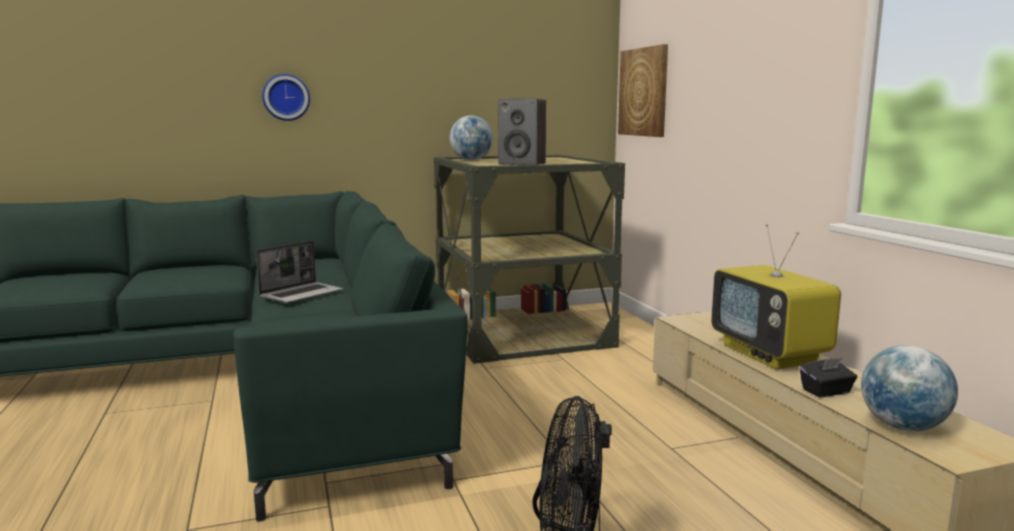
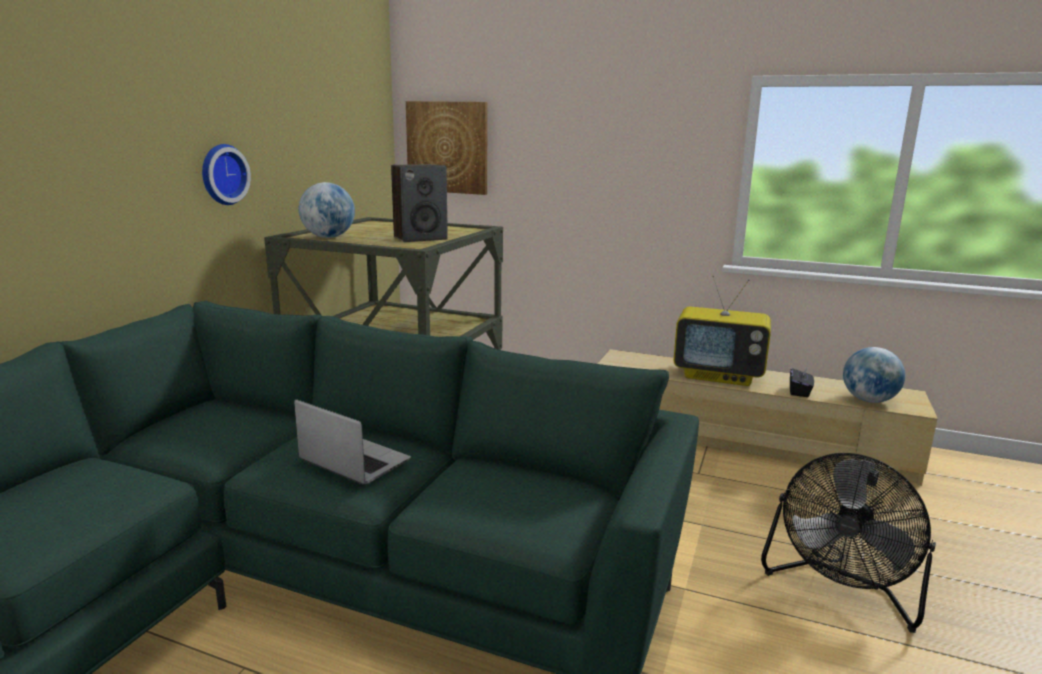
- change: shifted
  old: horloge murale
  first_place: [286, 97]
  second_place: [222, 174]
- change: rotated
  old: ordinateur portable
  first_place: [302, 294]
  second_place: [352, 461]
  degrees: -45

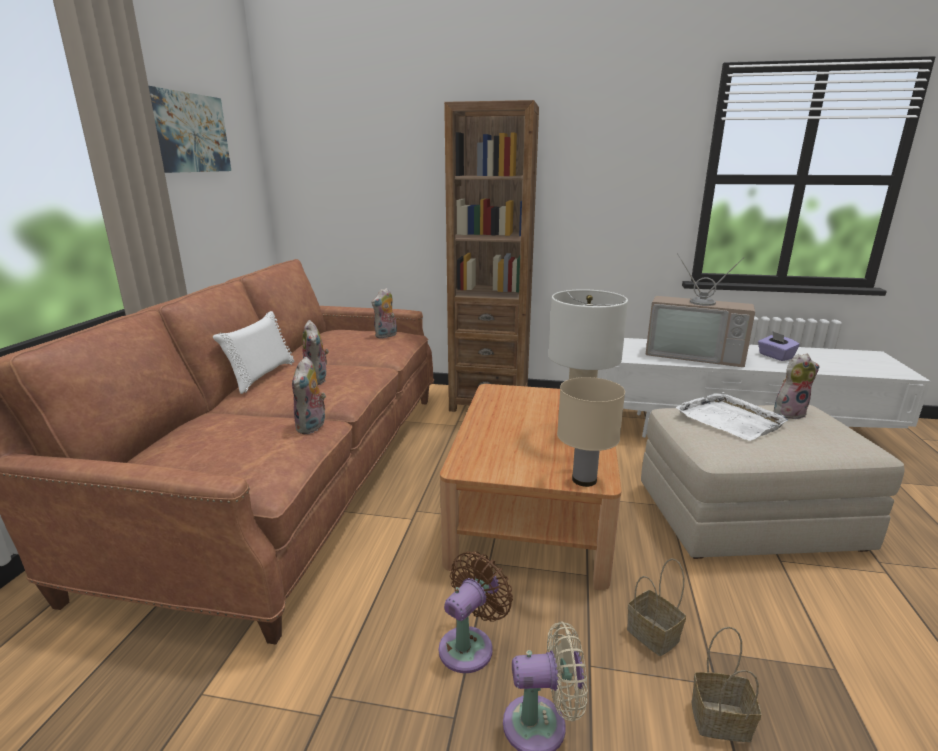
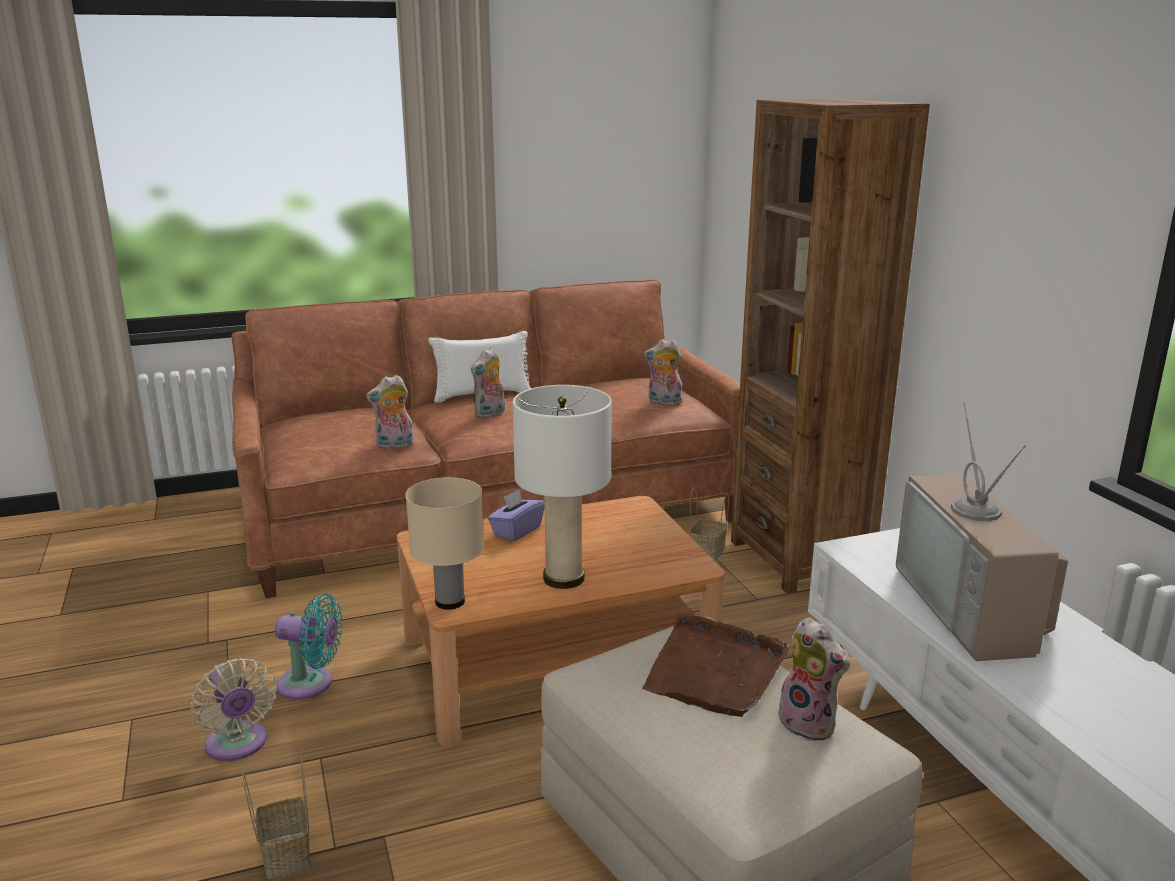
- change: gone
  old: tableau
  first_place: [188, 133]
- change: shifted
  old: panier
  first_place: [650, 634]
  second_place: [707, 551]
- change: shifted
  old: boîte à mouchoirs (violet)
  first_place: [775, 356]
  second_place: [516, 531]
- change: repainted
  old: ventilateur (marron)
  new: ventilateur (turquoise)
  first_place: [470, 645]
  second_place: [311, 684]
- change: repainted
  old: plateau (blanc)
  new: plateau (marron)
  first_place: [730, 419]
  second_place: [715, 671]

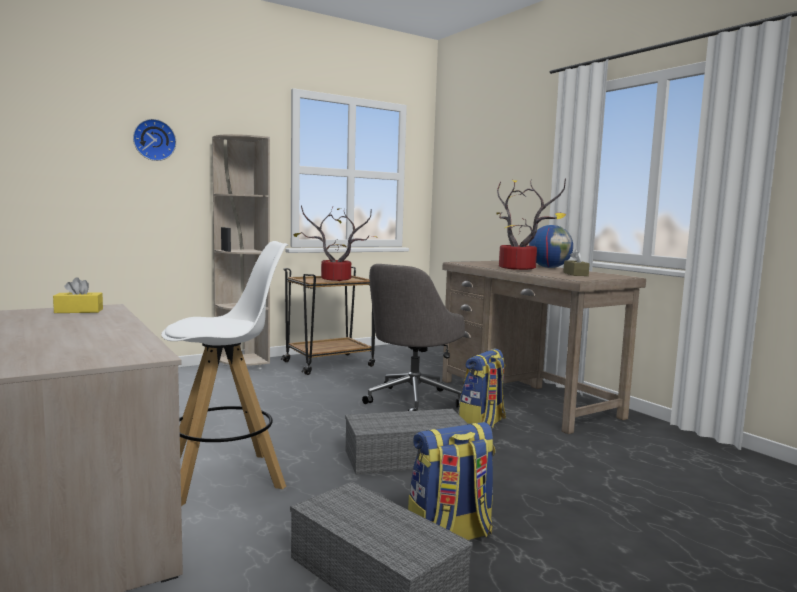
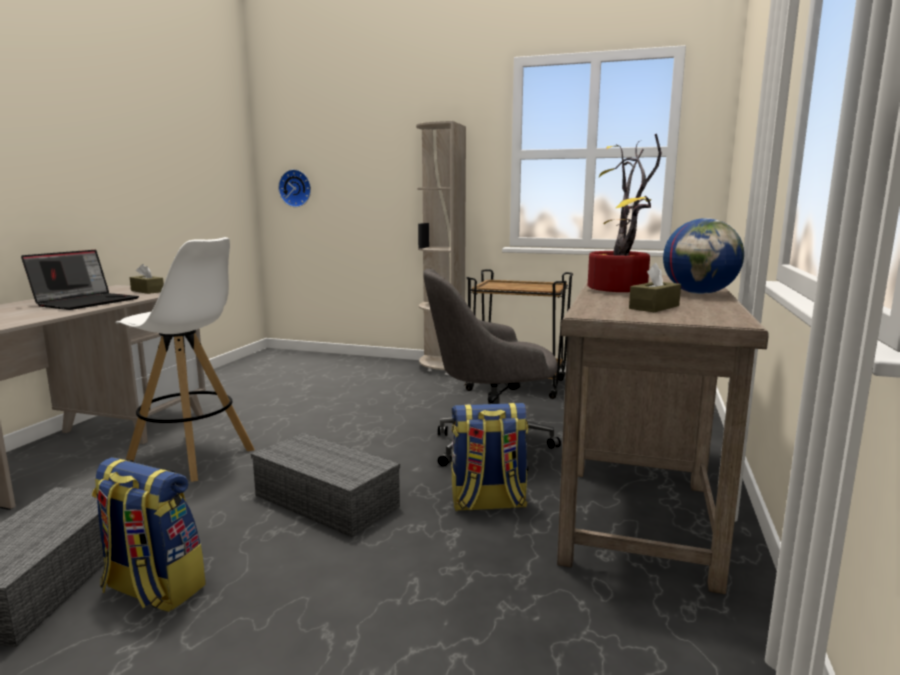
- change: gone
  old: plante en pot
  first_place: [333, 280]
- change: new
  new: ordinateur portable
  second_place: [86, 302]
- change: shifted
  old: horloge murale
  first_place: [154, 140]
  second_place: [296, 188]
- change: repainted
  old: boîte à mouchoirs (jaune)
  new: boîte à mouchoirs (marron)
  first_place: [79, 311]
  second_place: [147, 291]

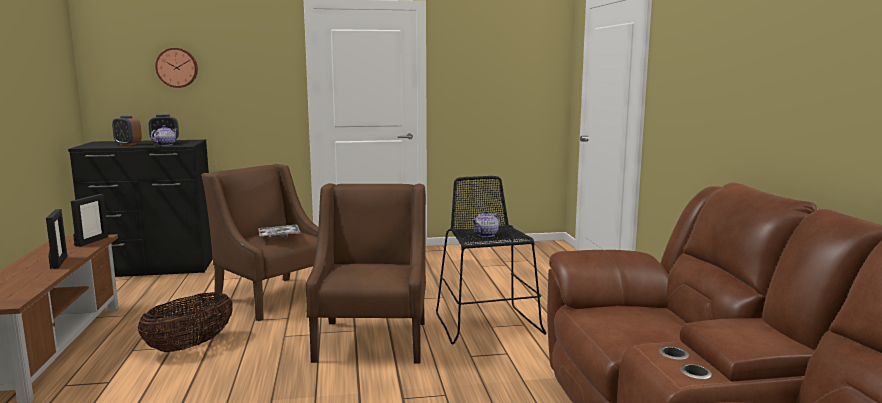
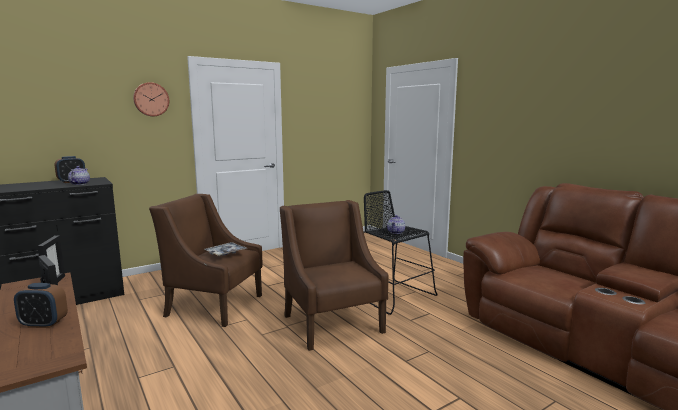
- change: gone
  old: panier
  first_place: [190, 346]
- change: shifted
  old: réveil
  first_place: [128, 144]
  second_place: [43, 324]
- change: shifted
  old: horloge murale
  first_place: [177, 67]
  second_place: [151, 99]

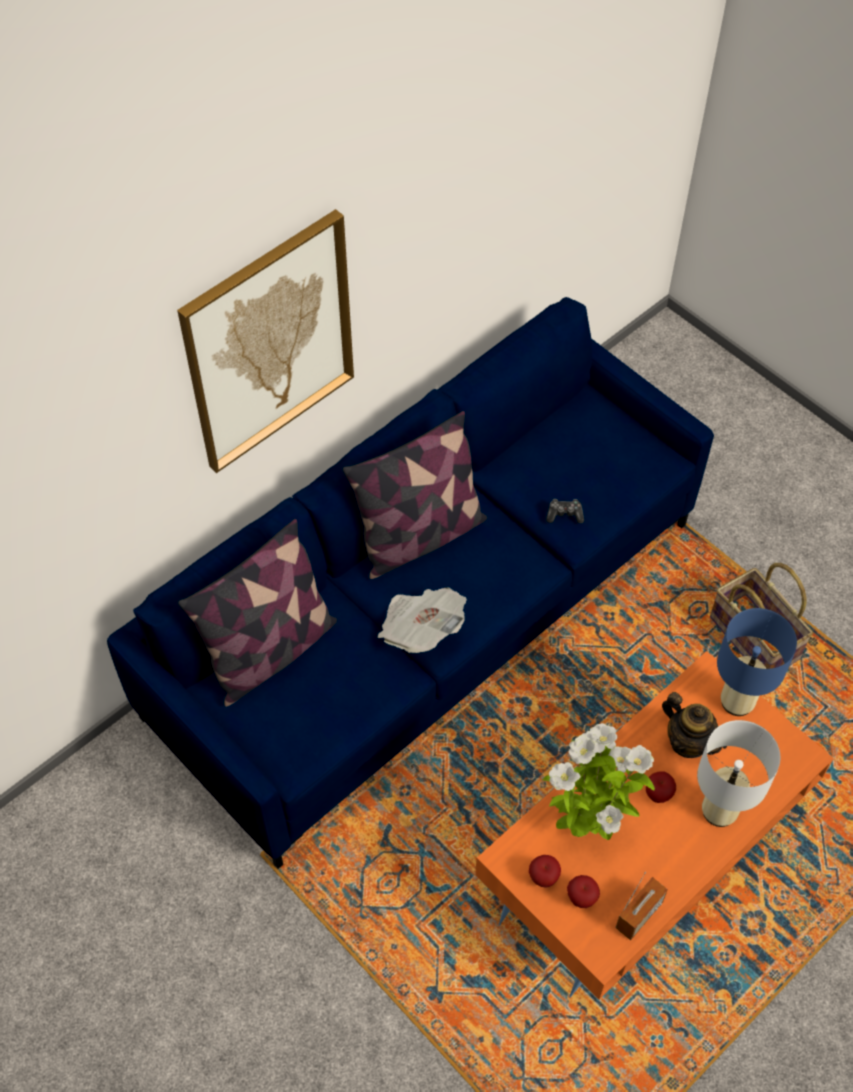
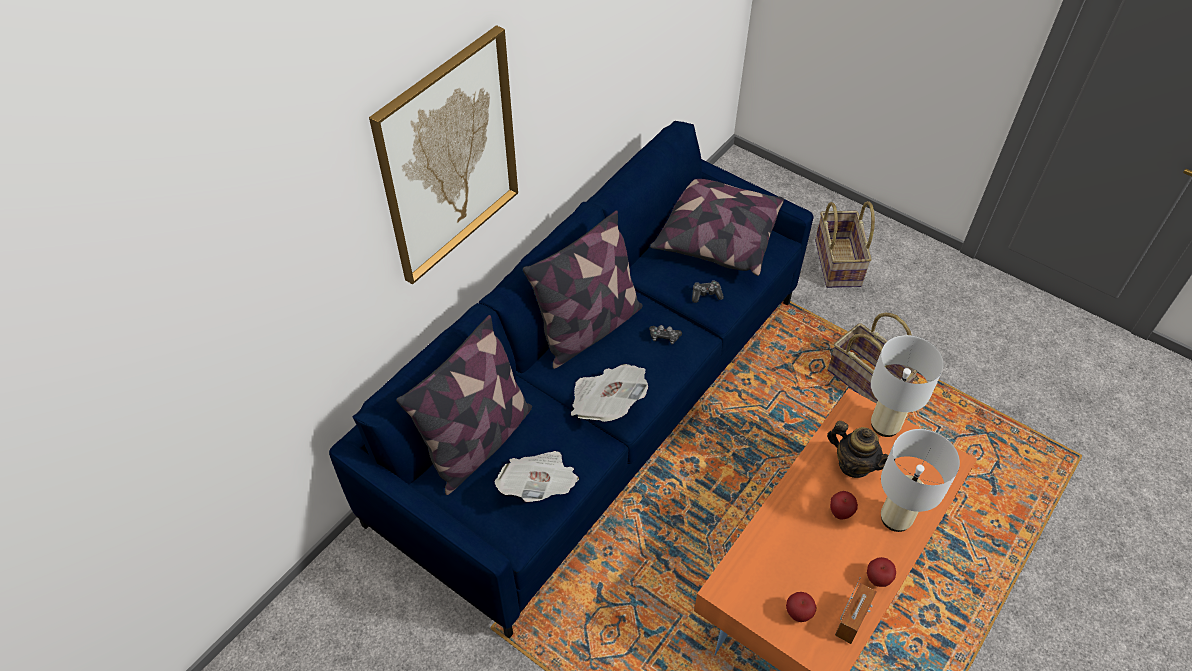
- change: gone
  old: plante en pot
  first_place: [587, 827]
- change: new
  new: journal
  second_place: [539, 486]
- change: new
  new: manette
  second_place: [664, 337]
- change: new
  new: coussin
  second_place: [716, 238]
- change: new
  new: panier
  second_place: [839, 263]
- change: shifted
  old: pomme
  first_place: [543, 878]
  second_place: [877, 579]
- change: repainted
  old: lampe de table (bleu)
  new: lampe de table (blanc)
  first_place: [736, 701]
  second_place: [884, 424]

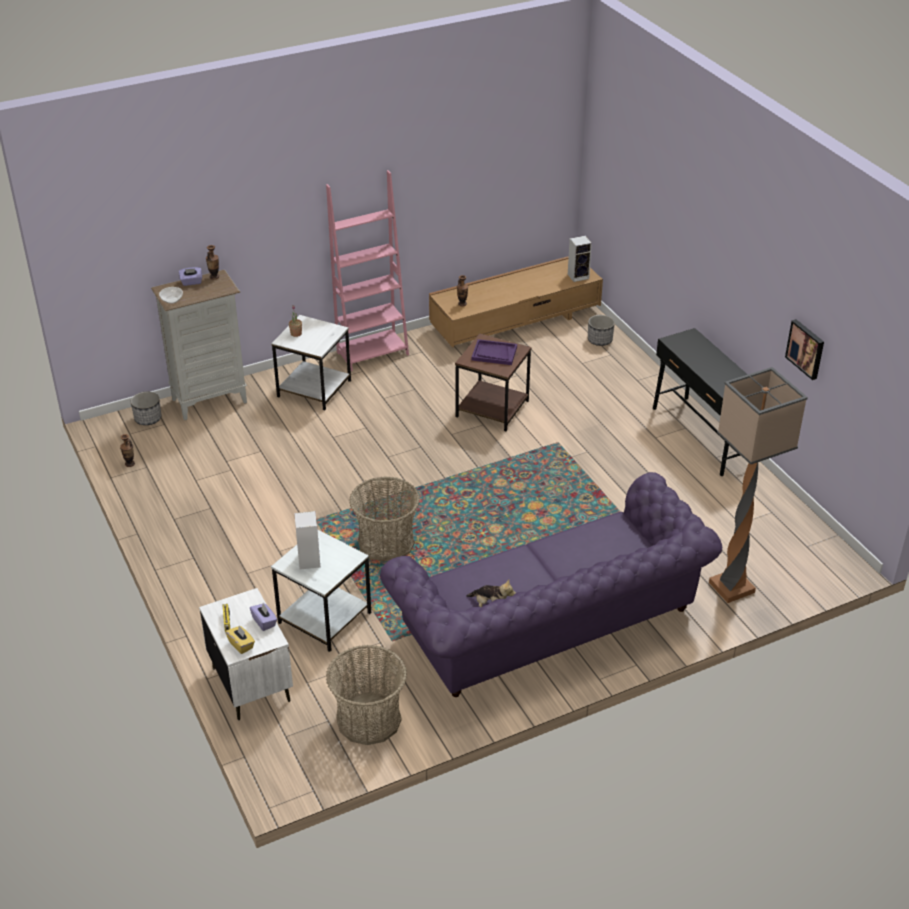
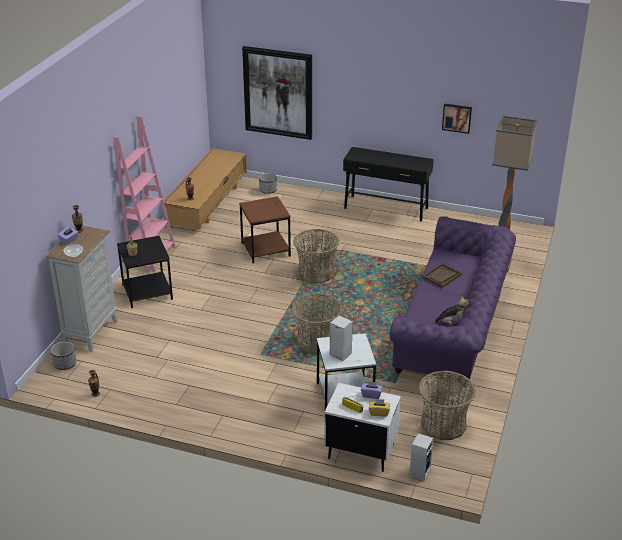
- change: gone
  old: plateau (violet)
  first_place: [494, 353]
- change: new
  new: tableau
  second_place: [278, 92]
- change: new
  new: panier
  second_place: [316, 273]
- change: new
  new: plateau (marron)
  second_place: [442, 276]
- change: shifted
  old: enceinte
  first_place: [578, 276]
  second_place: [419, 471]
- change: repainted
  old: table d'appoint (blanc)
  new: table d'appoint (noir)
  first_place: [314, 389]
  second_place: [148, 292]

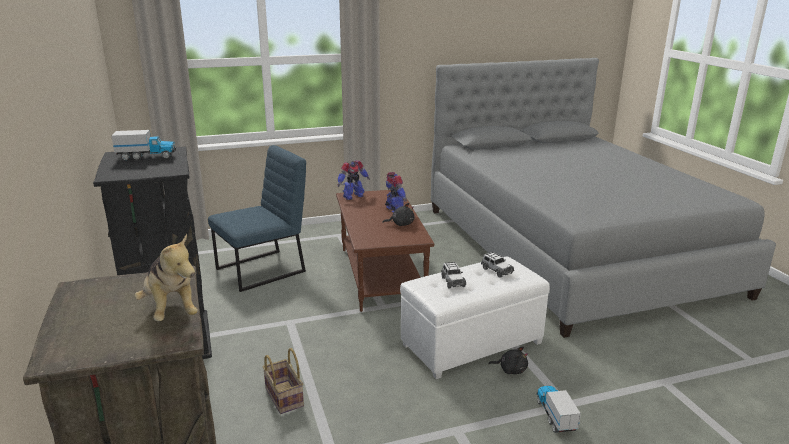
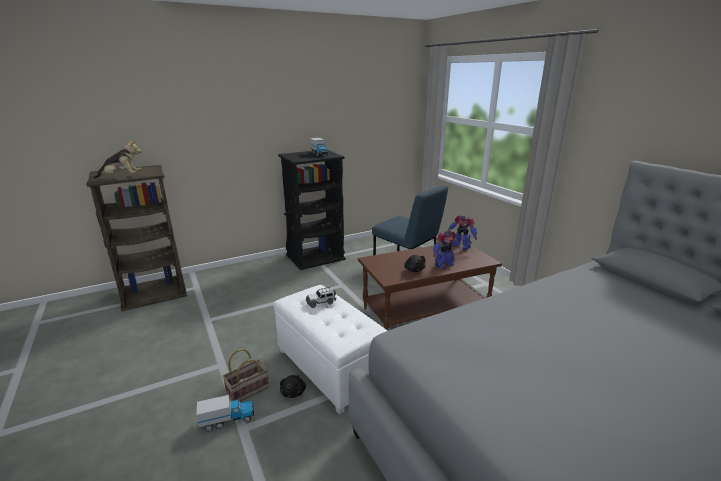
- change: gone
  old: petite voiture
  first_place: [496, 270]
- change: shifted
  old: panier
  first_place: [282, 397]
  second_place: [248, 389]
- change: rotated
  old: peluche
  first_place: [170, 310]
  second_place: [121, 177]
  degrees: -150

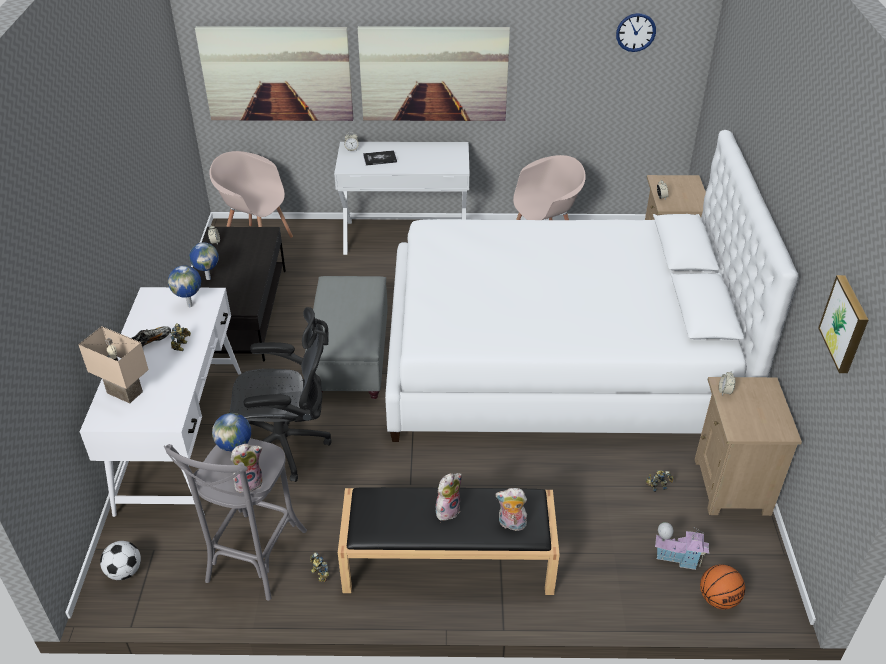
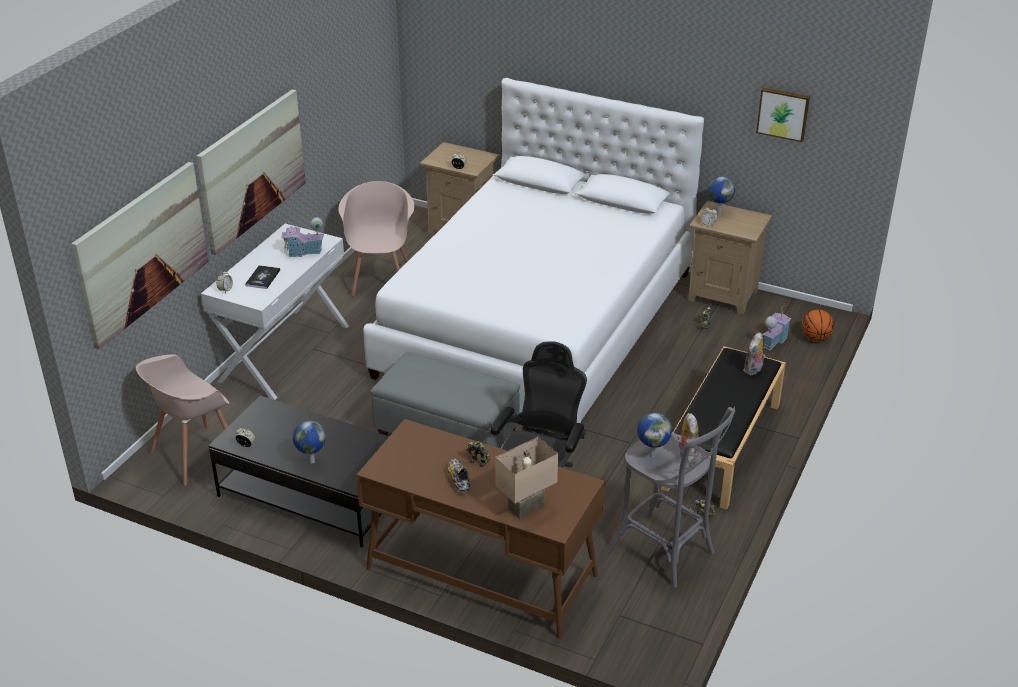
- change: gone
  old: ballon de foot
  first_place: [125, 571]
- change: gone
  old: peluche
  first_place: [447, 509]
- change: gone
  old: horloge murale
  first_place: [635, 32]
- change: new
  new: maison miniature
  second_place: [304, 252]
- change: shifted
  old: globe
  first_place: [190, 305]
  second_place: [718, 212]
- change: repainted
  old: bureau (blanc)
  new: bureau (marron)
  first_place: [182, 438]
  second_place: [481, 571]

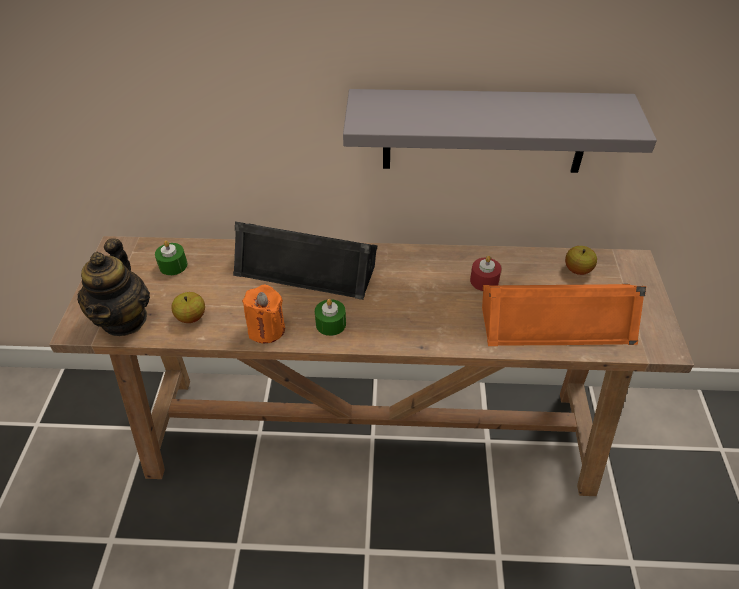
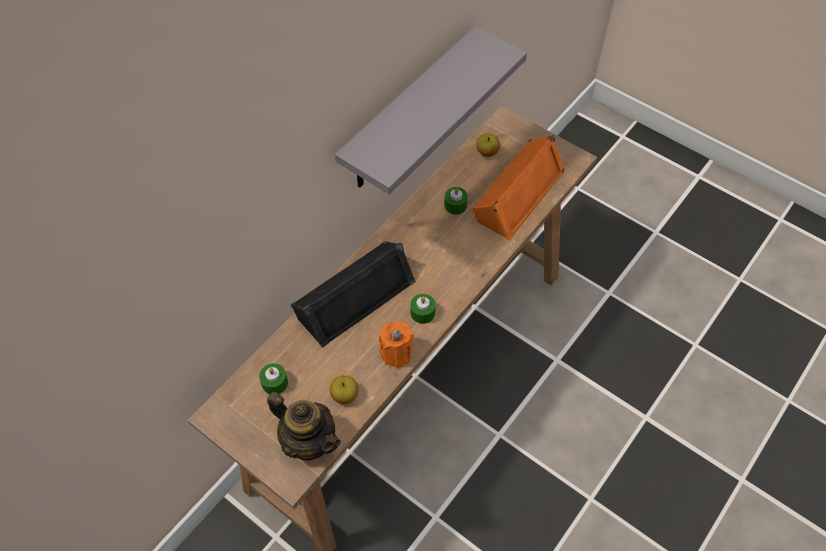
- change: repainted
  old: bougie (rouge)
  new: bougie (vert)
  first_place: [484, 281]
  second_place: [455, 205]

